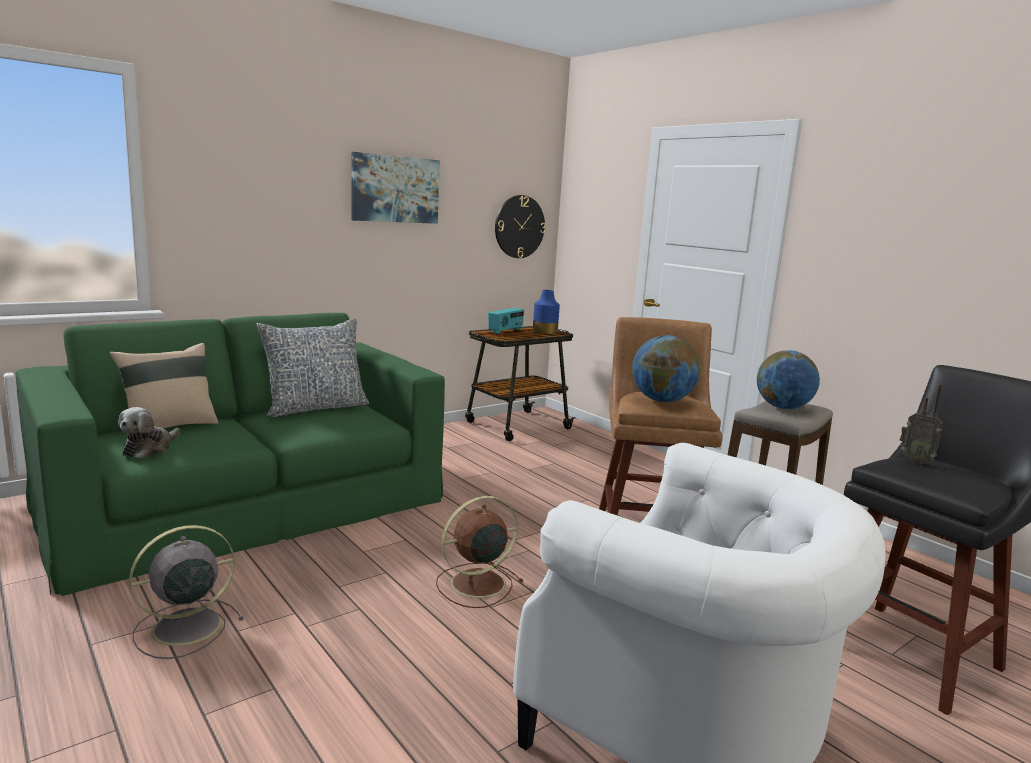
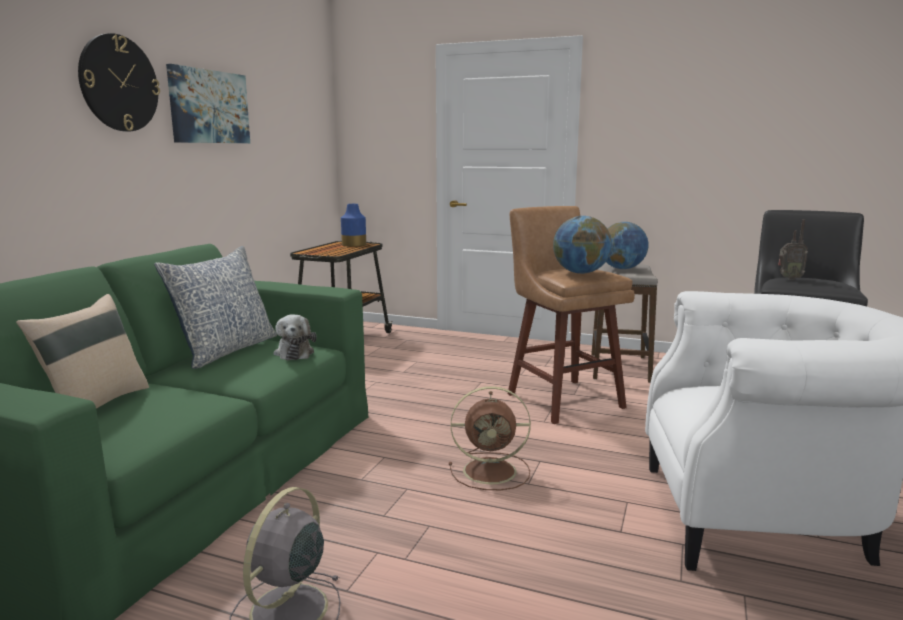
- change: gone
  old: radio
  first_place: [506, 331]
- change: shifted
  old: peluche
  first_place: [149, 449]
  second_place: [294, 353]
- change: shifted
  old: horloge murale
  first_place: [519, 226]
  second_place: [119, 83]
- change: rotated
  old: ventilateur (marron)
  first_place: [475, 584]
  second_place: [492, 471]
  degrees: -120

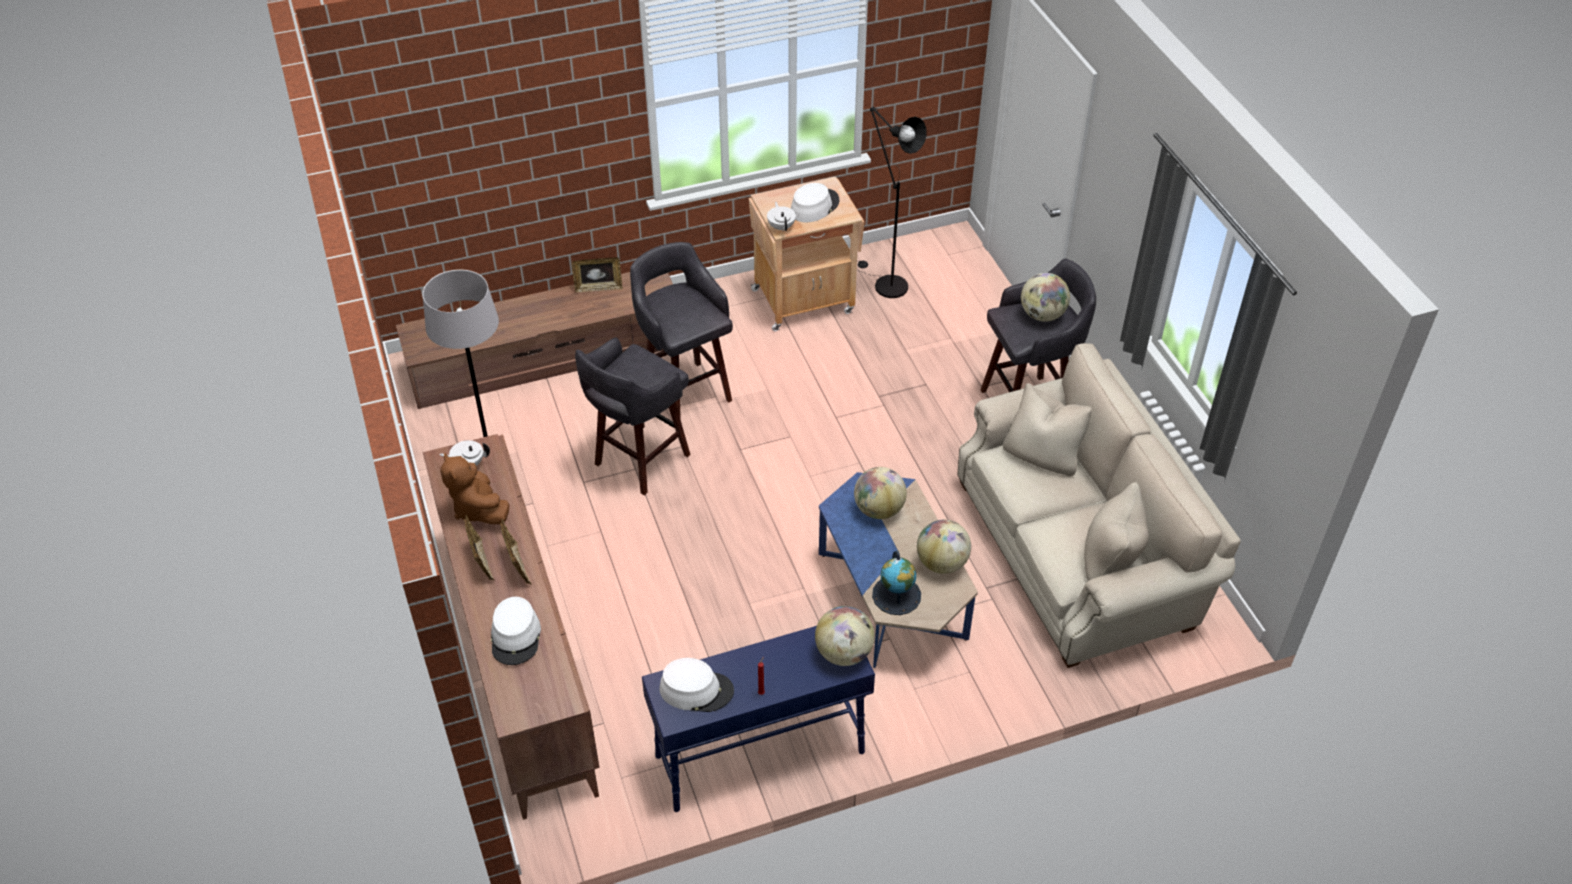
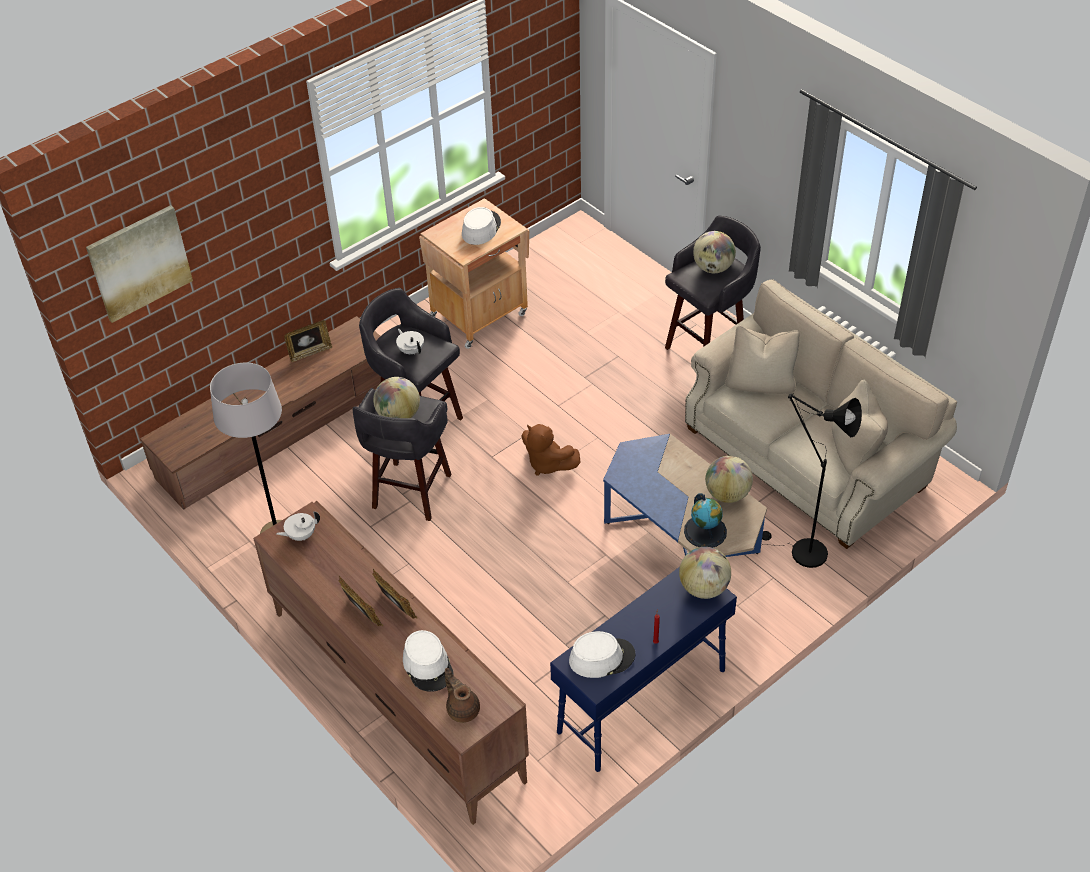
- change: new
  new: tableau
  second_place: [139, 263]
- change: new
  new: théière (marron)
  second_place: [462, 709]
- change: shifted
  old: peluche (marron)
  first_place: [478, 509]
  second_place: [547, 464]
- change: shifted
  old: théière (blanc)
  first_place: [781, 227]
  second_place: [411, 350]
- change: shifted
  old: globe
  first_place: [879, 509]
  second_place: [398, 415]
- change: shifted
  old: lampadaire (noir)
  first_place: [885, 284]
  second_place: [802, 552]

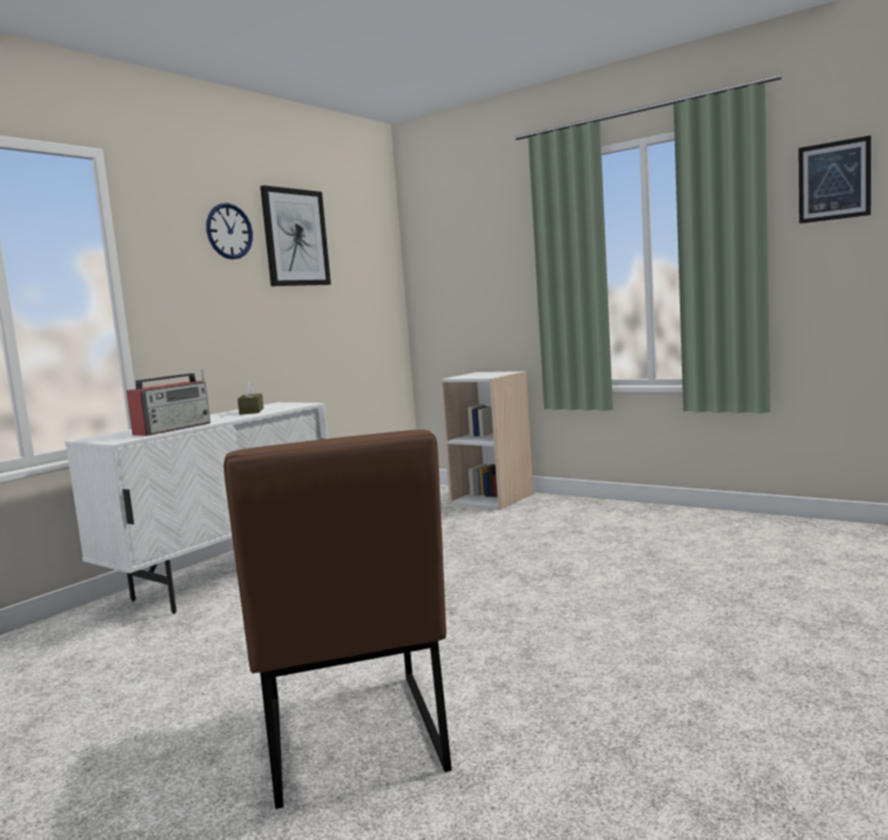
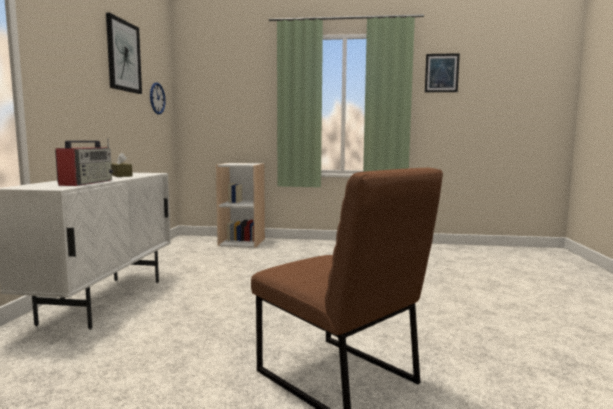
- change: shifted
  old: horloge murale
  first_place: [229, 231]
  second_place: [157, 98]

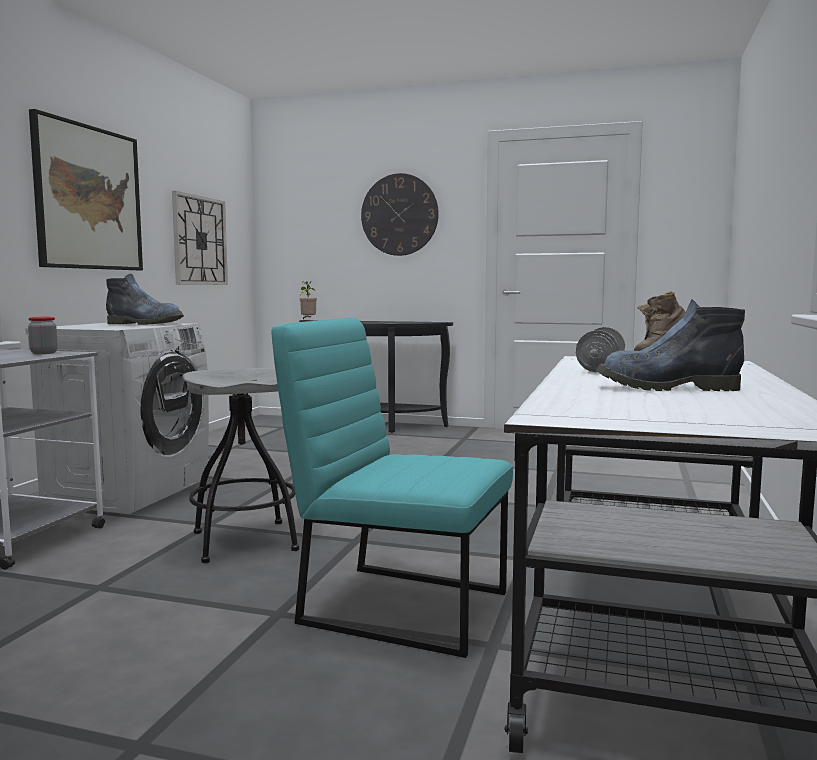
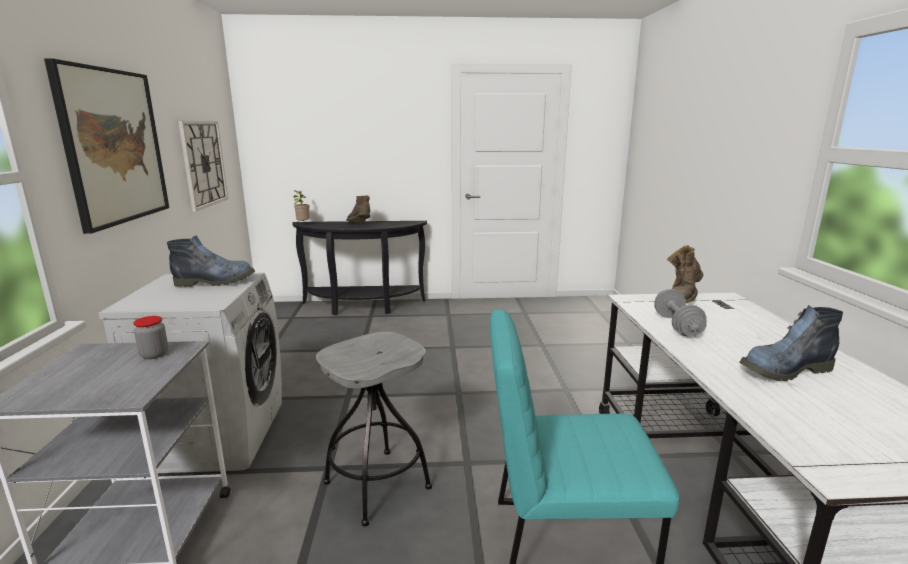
- change: gone
  old: horloge murale
  first_place: [399, 215]
- change: new
  new: botte (marron)
  second_place: [360, 225]

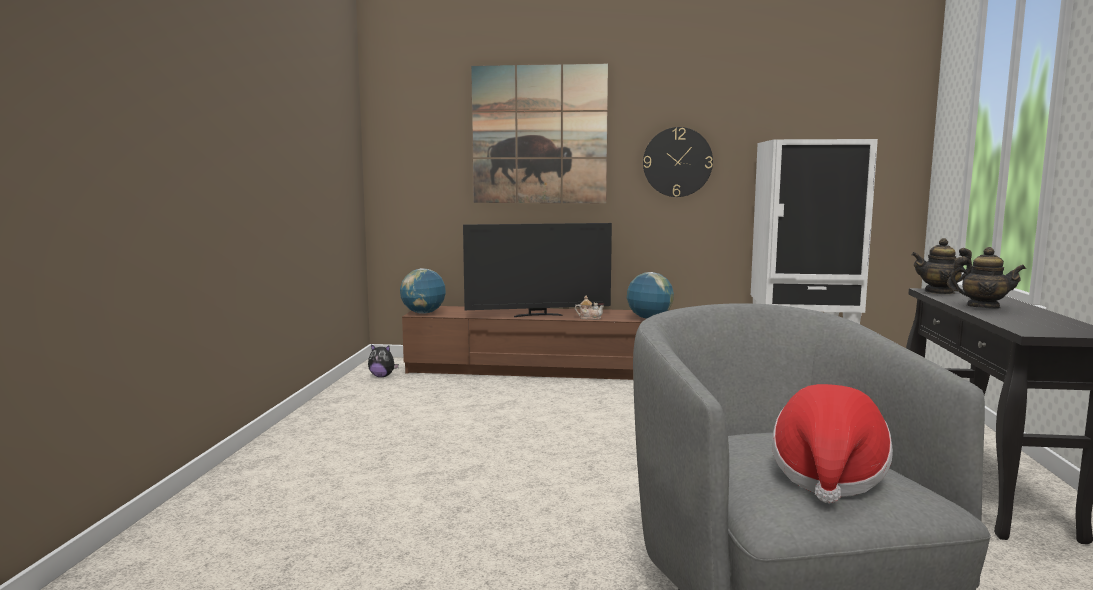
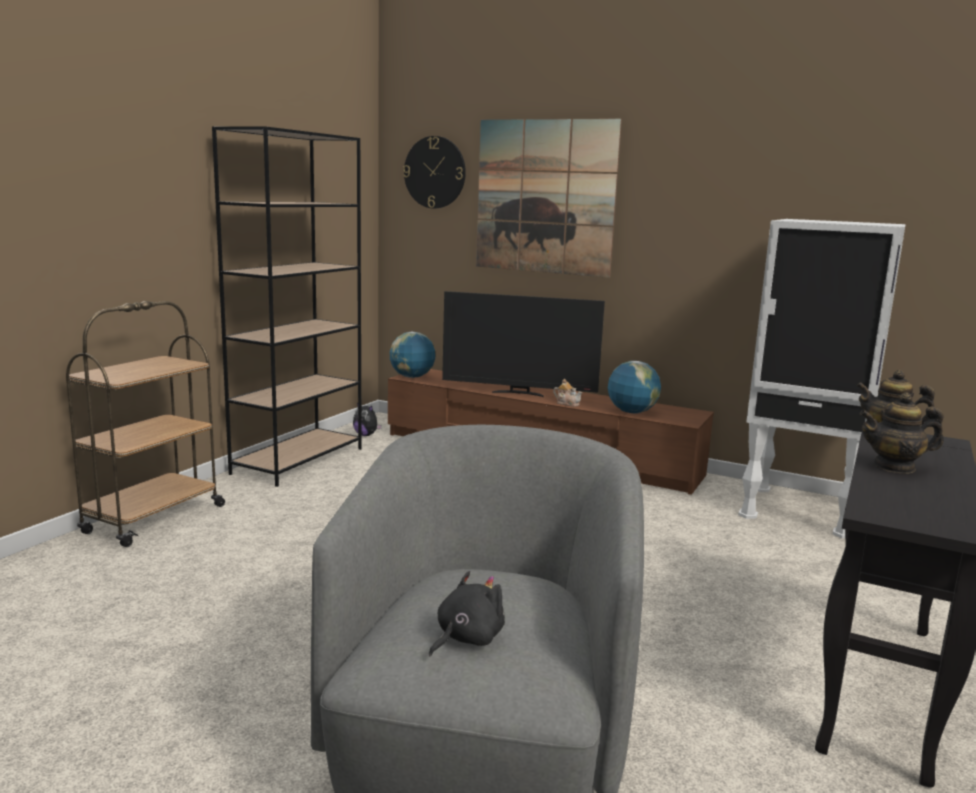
- change: new
  new: chariot (marron)
  second_place: [152, 520]
- change: new
  new: bibliothèque (beige)
  second_place: [298, 460]
- change: shifted
  old: horloge murale
  first_place: [677, 162]
  second_place: [435, 172]
- change: swapped
  old: chapeau
  new: peluche (noir)
  first_place: [828, 477]
  second_place: [466, 638]
- change: rotated
  old: théière
  first_place: [982, 307]
  second_place: [894, 467]
  degrees: 135

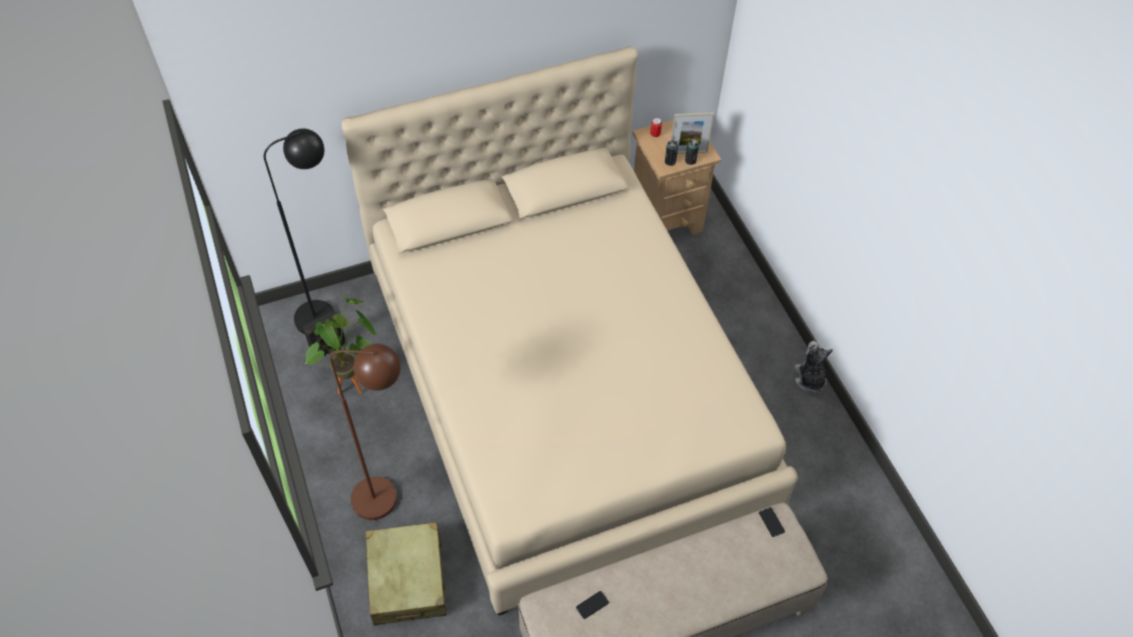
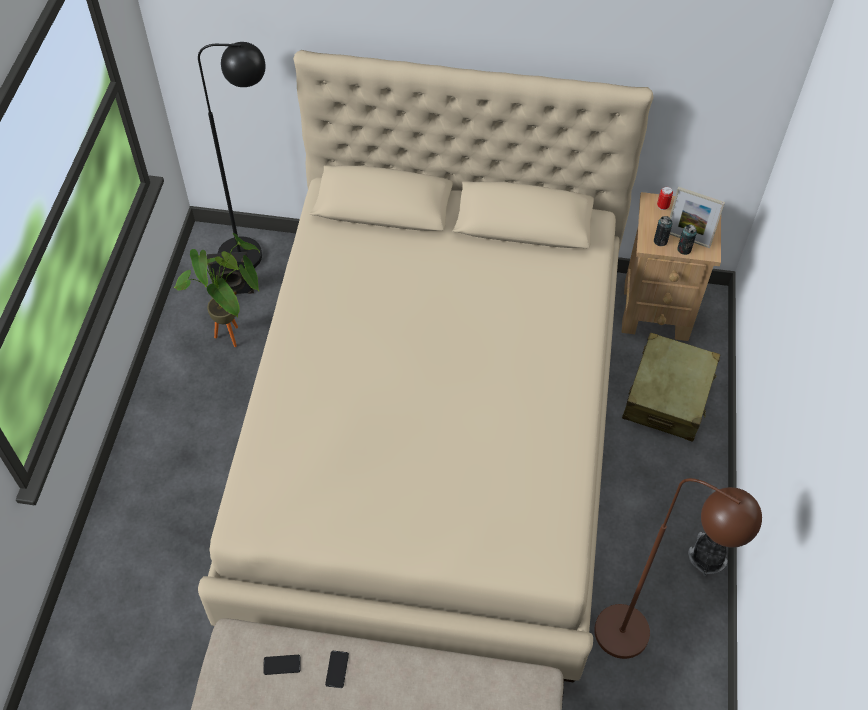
- change: shifted
  old: lampadaire (marron)
  first_place: [388, 500]
  second_place: [637, 641]
- change: shifted
  old: valise (beige)
  first_place: [408, 579]
  second_place: [668, 396]
- change: shifted
  old: téléphone
  first_place: [771, 522]
  second_place: [337, 669]

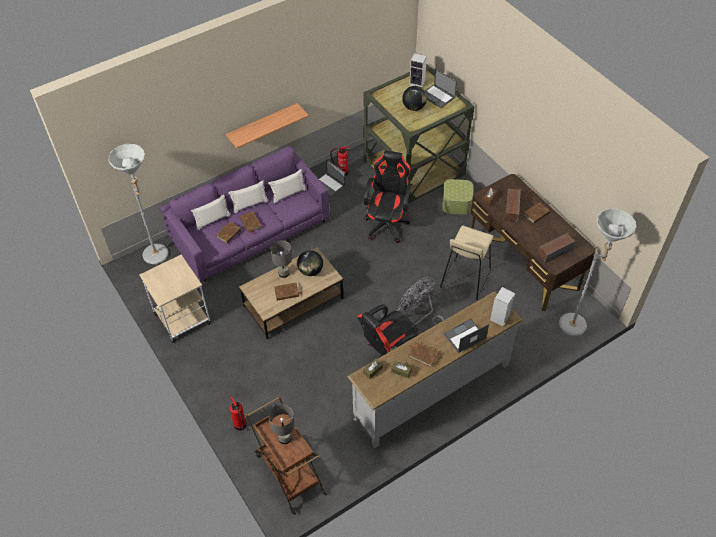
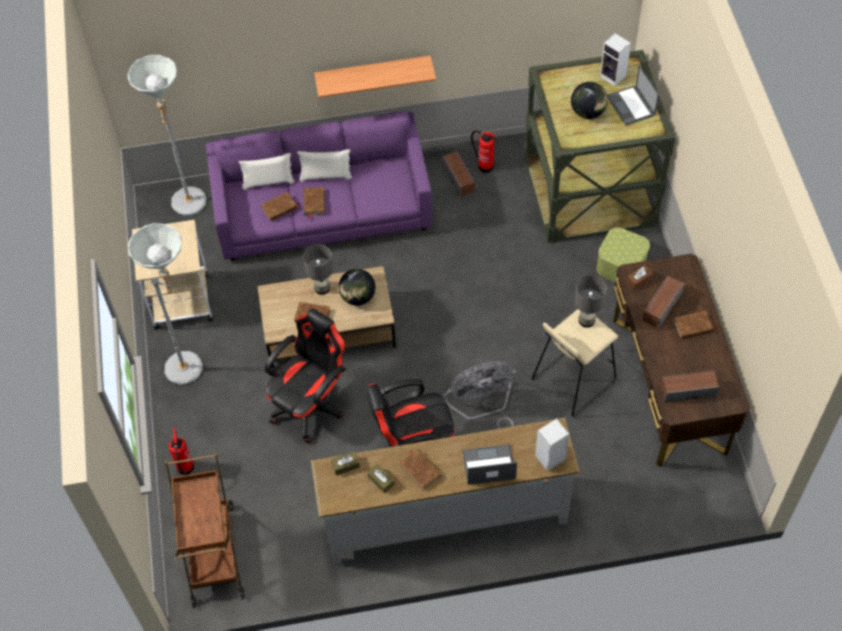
- change: gone
  old: coussin (blanc)
  first_place: [288, 194]
- change: shifted
  old: lampe de table (gris)
  first_place: [285, 438]
  second_place: [587, 320]
- change: shifted
  old: chaise de bureau (noir)
  first_place: [387, 223]
  second_place: [311, 405]
- change: shifted
  old: lampadaire (gris)
  first_place: [578, 324]
  second_place: [192, 370]
- change: swapped
  old: ordinateur portable
  new: enceinte
  first_place: [329, 184]
  second_place: [458, 178]

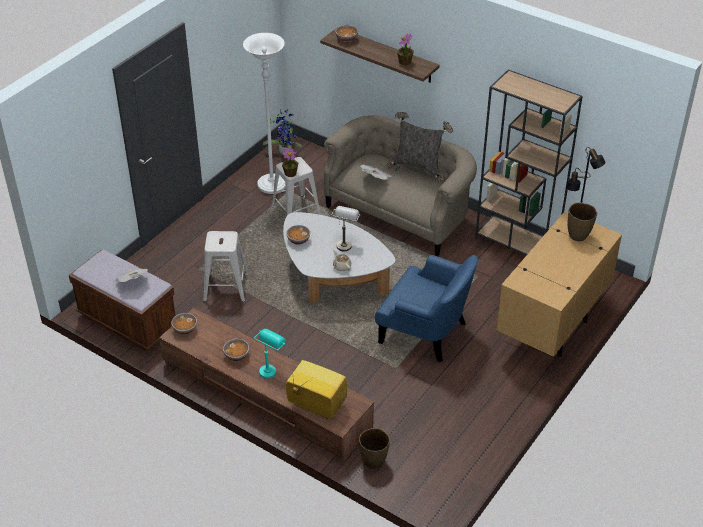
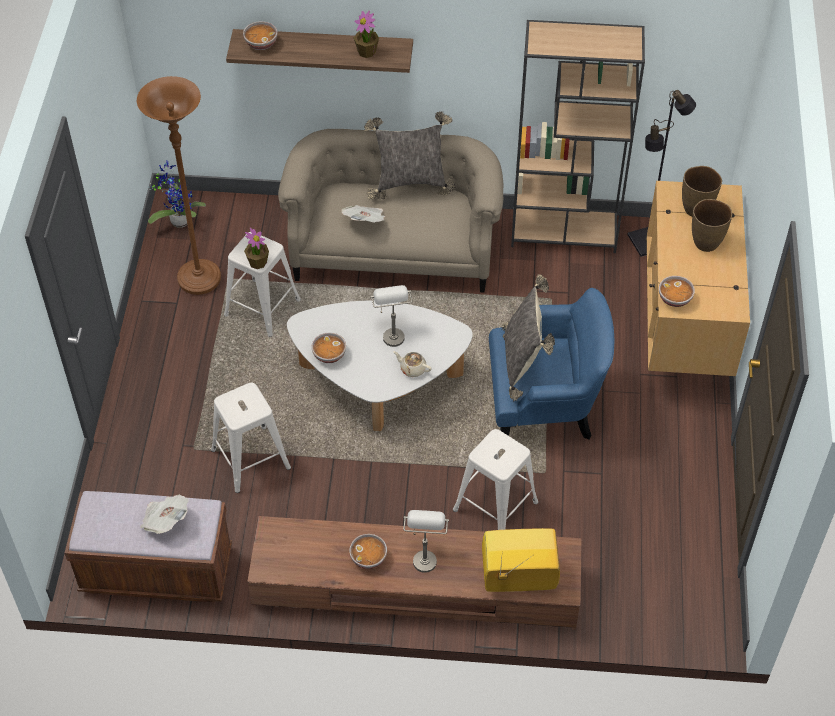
- change: new
  new: tabouret (blanc)
  second_place: [495, 506]
- change: new
  new: coussin
  second_place: [525, 366]
- change: shifted
  old: bol
  first_place: [185, 329]
  second_place: [674, 299]
- change: shifted
  old: vase (marron)
  first_place: [373, 461]
  second_place: [705, 243]
- change: repainted
  old: lampadaire (blanc)
  new: lampadaire (marron)
  first_place: [272, 185]
  second_place: [199, 279]
- change: repainted
  old: lampe de table (turquoise)
  new: lampe de table (gris)
  first_place: [270, 368]
  second_place: [424, 554]

